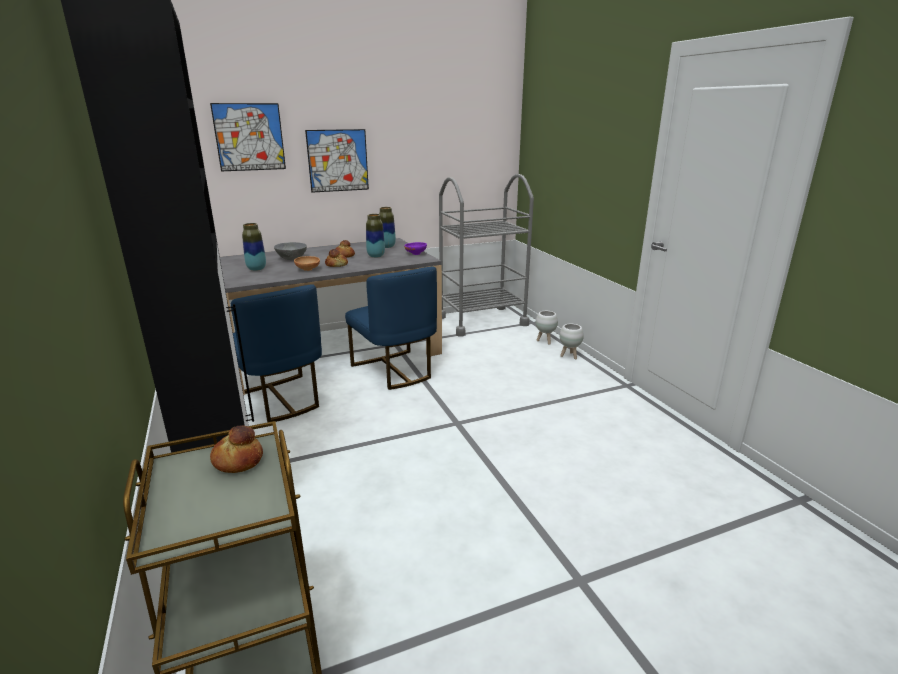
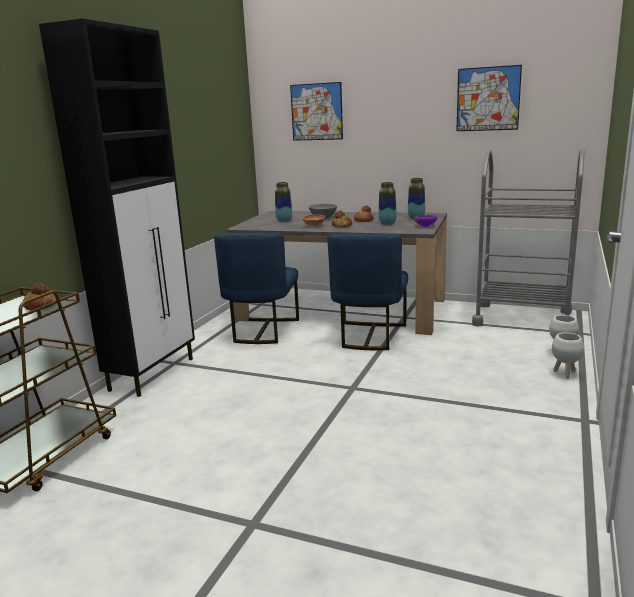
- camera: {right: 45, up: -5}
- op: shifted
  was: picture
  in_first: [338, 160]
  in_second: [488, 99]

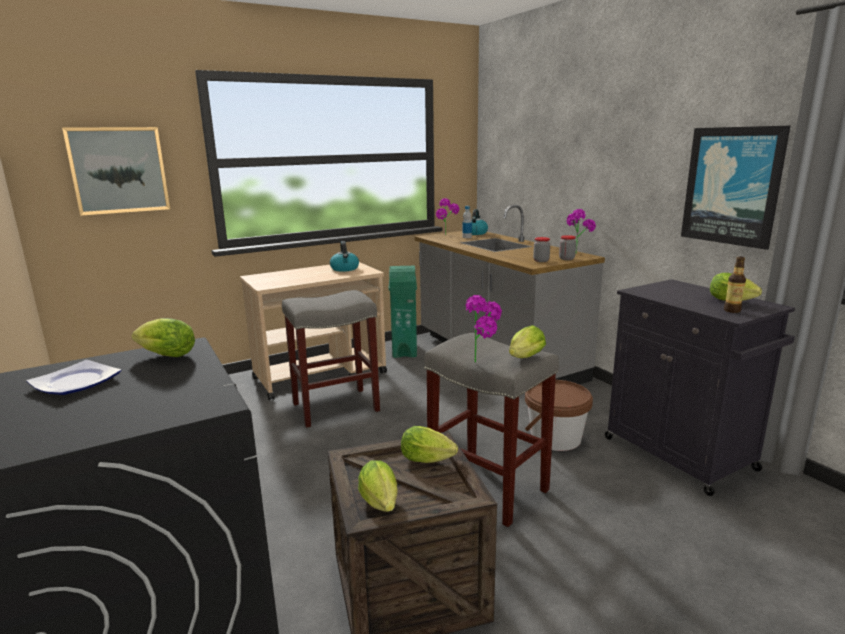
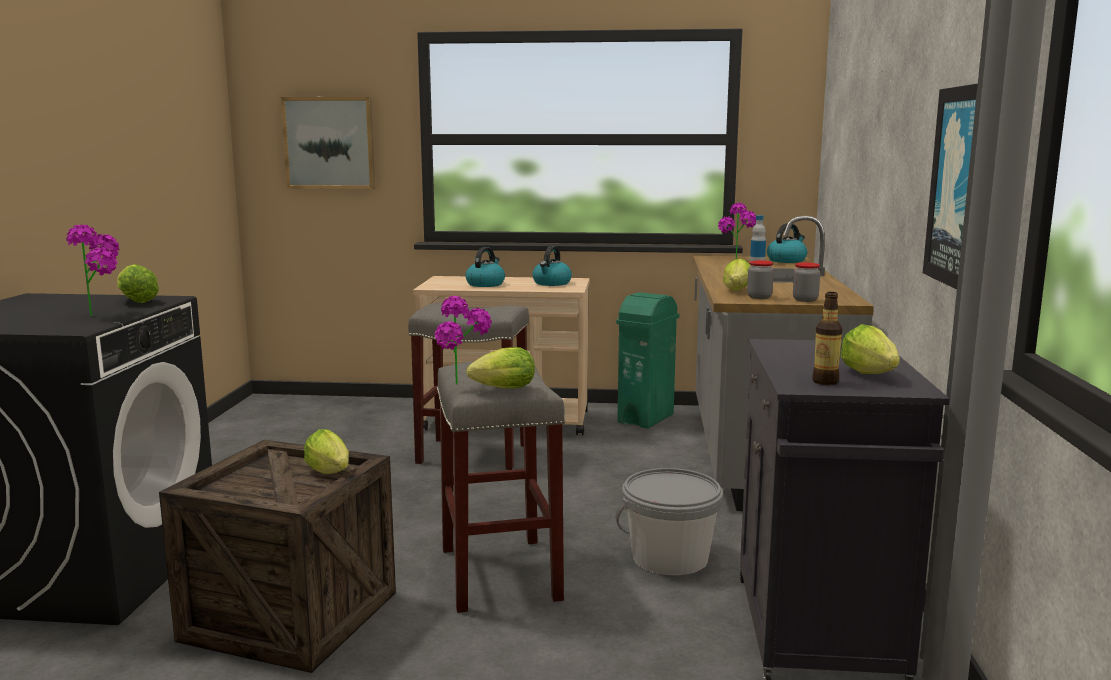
- camera: {right: 35, up: -5}
- op: gone
  was: plate
  in_first: [76, 383]
- op: new
  now: kettle
  in_second: [485, 284]
- op: shifted
  was: lettuce
  in_first: [381, 505]
  in_second: [737, 291]
- op: shifted
  was: potted plant
  in_first: [577, 252]
  in_second: [104, 314]
- op: repainted
  was: brown bucket
  now: grey bucket
  in_first: [555, 438]
  in_second: [669, 557]

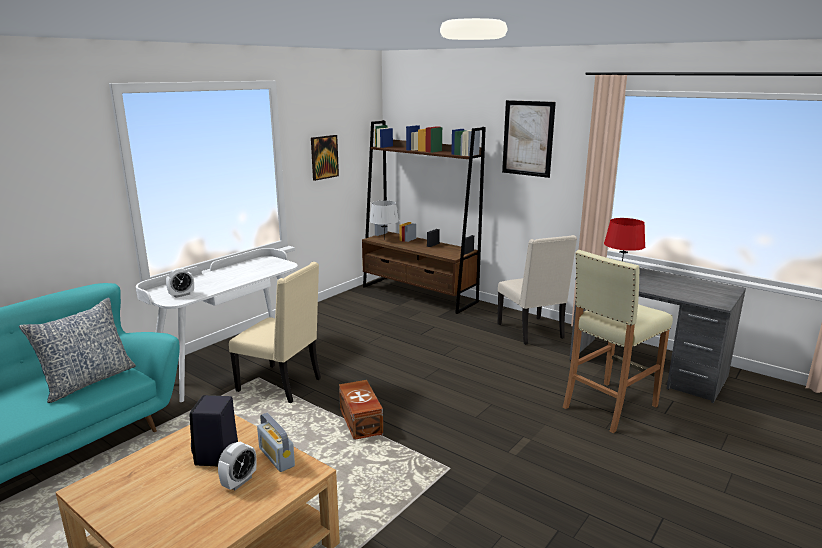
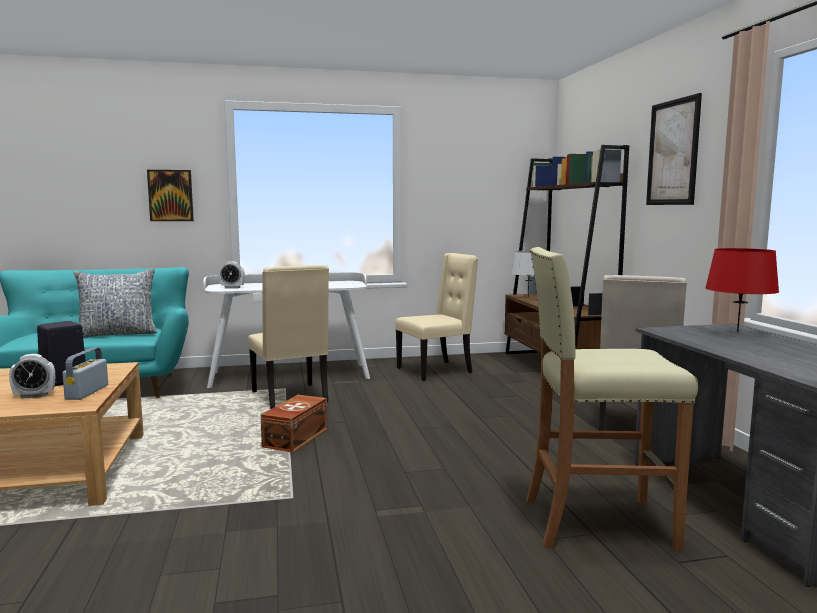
- camera: {right: 40, up: -10}
- op: new
  now: beige chair
  in_second: [436, 370]
- op: shifted
  was: picture
  in_first: [324, 157]
  in_second: [170, 195]

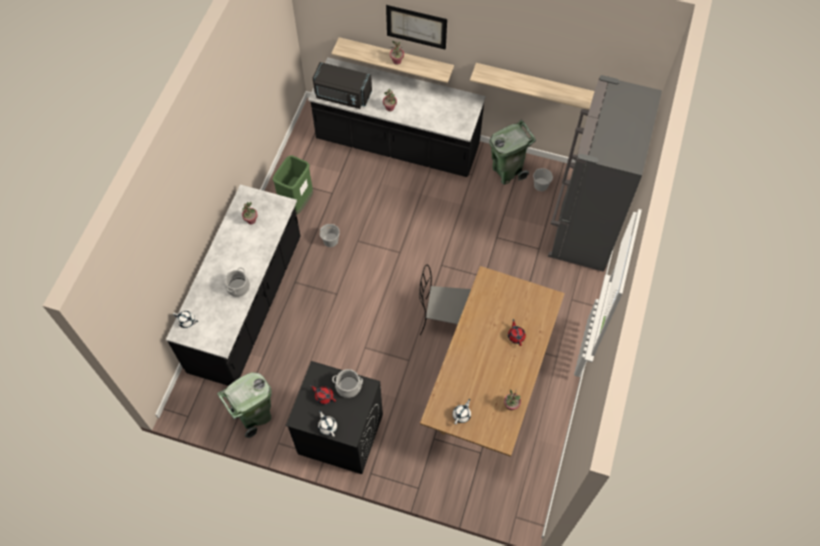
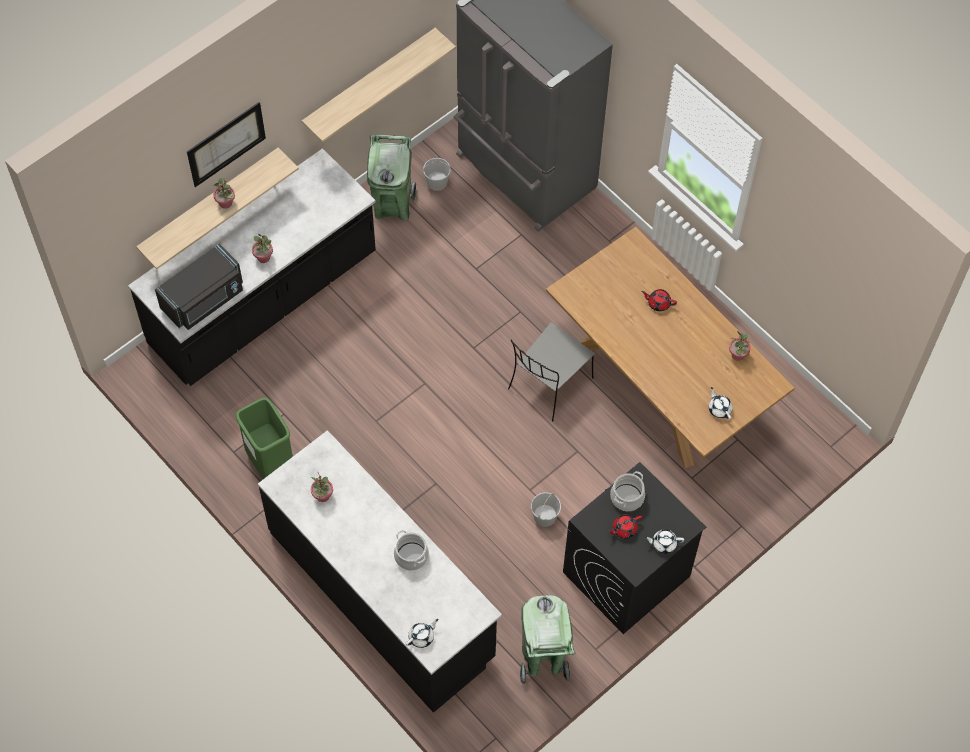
- camera: {right: -60, up: 0}
- op: shifted
  was: white bucket
  in_first: [330, 240]
  in_second: [545, 516]

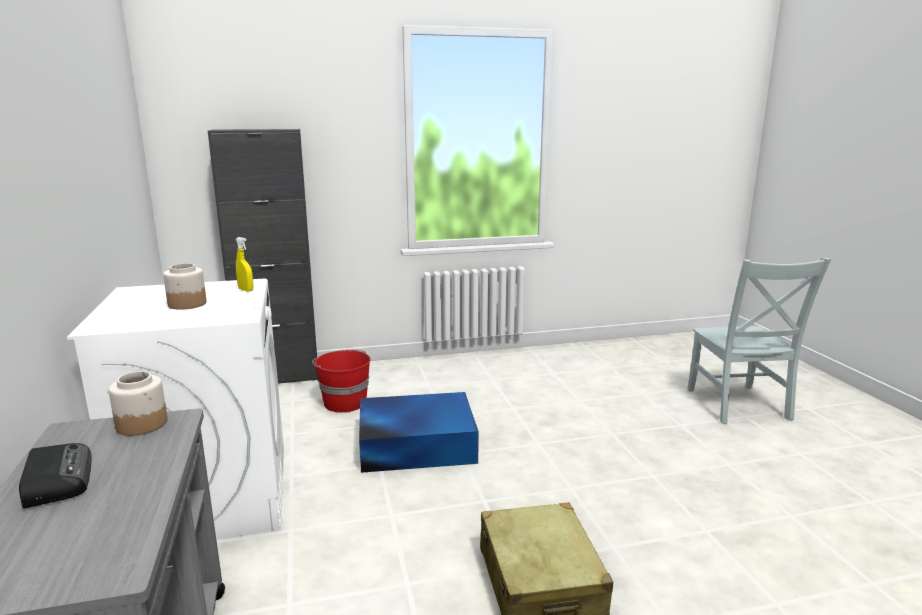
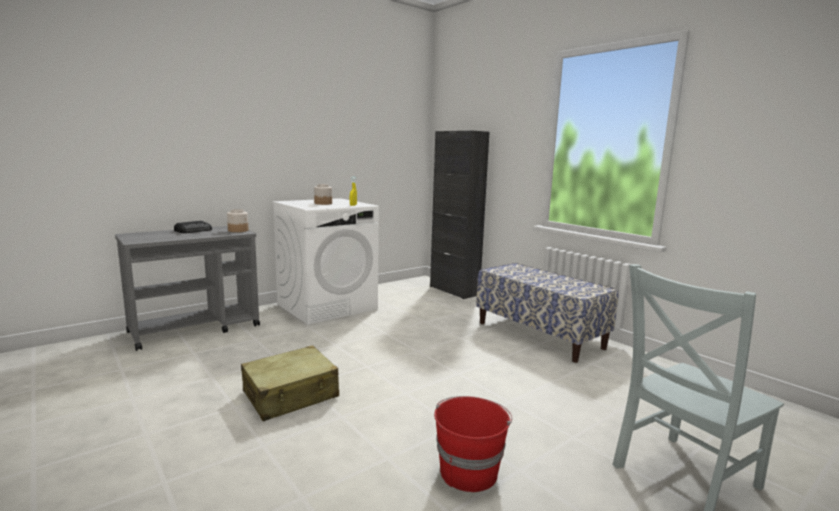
- camera: {right: 65, up: -5}
- op: gone
  was: blue storage box
  in_first: [415, 444]
- op: new
  now: bench
  in_second: [539, 335]
- op: shifted
  was: red bucket
  in_first: [344, 402]
  in_second: [468, 471]

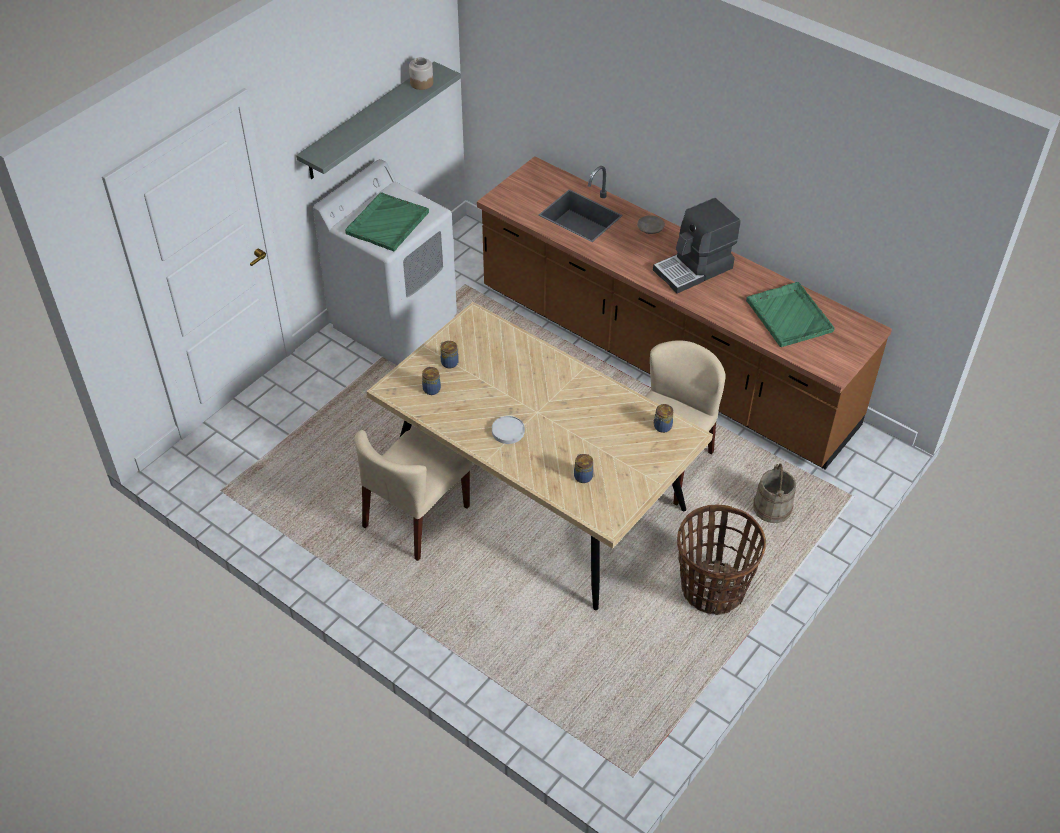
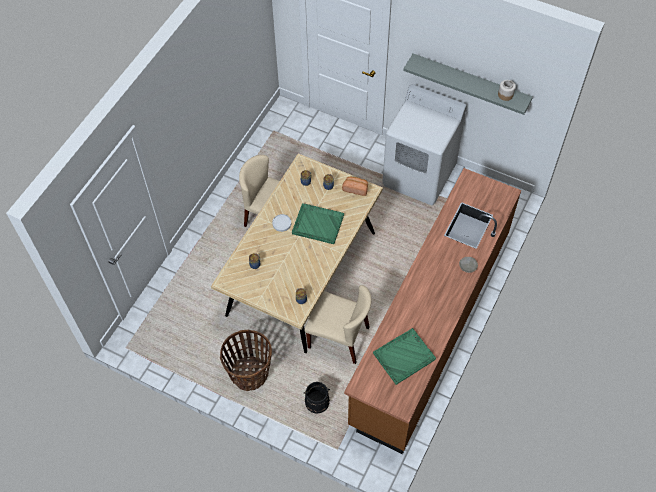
- camera: {right: 80, up: 10}
- op: gone
  was: coffee machine
  in_first: [694, 269]
- op: new
  now: bread
  in_second: [355, 188]
- op: shifted
  was: green tray
  in_first: [387, 223]
  in_second: [317, 224]
- op: repainted
  was: beige bucket
  now: black bucket
  in_first: [772, 508]
  in_second: [317, 402]

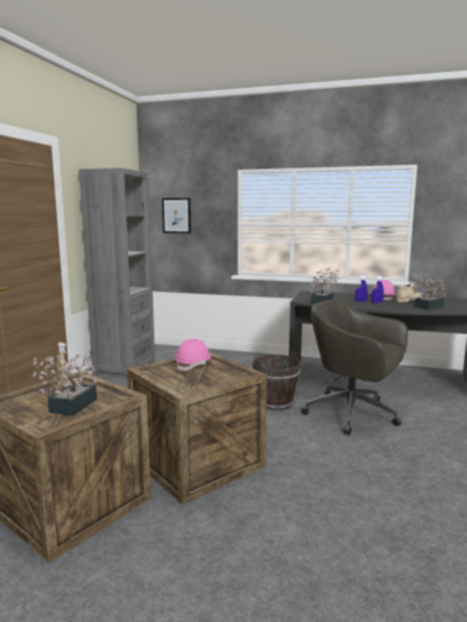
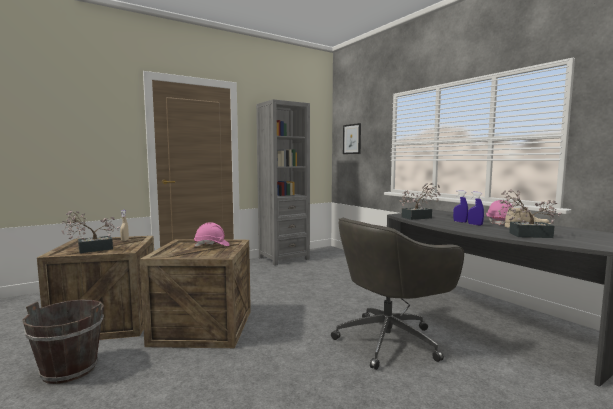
- camera: {right: 40, up: -5}
- op: shifted
  was: brown bucket
  in_first: [275, 403]
  in_second: [70, 370]
- op: rotated
  was: grey office chair
  in_first: [353, 414]
  in_second: [390, 340]
  clockwise: -105

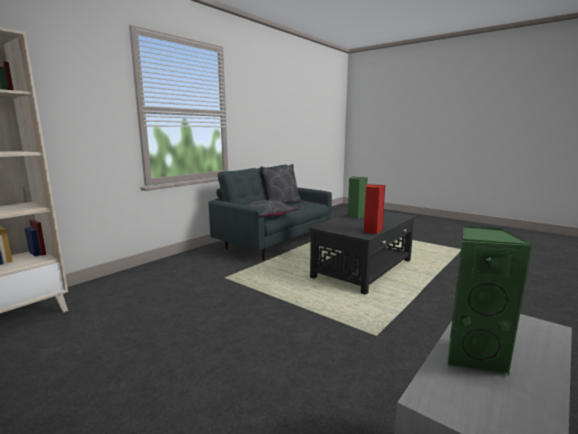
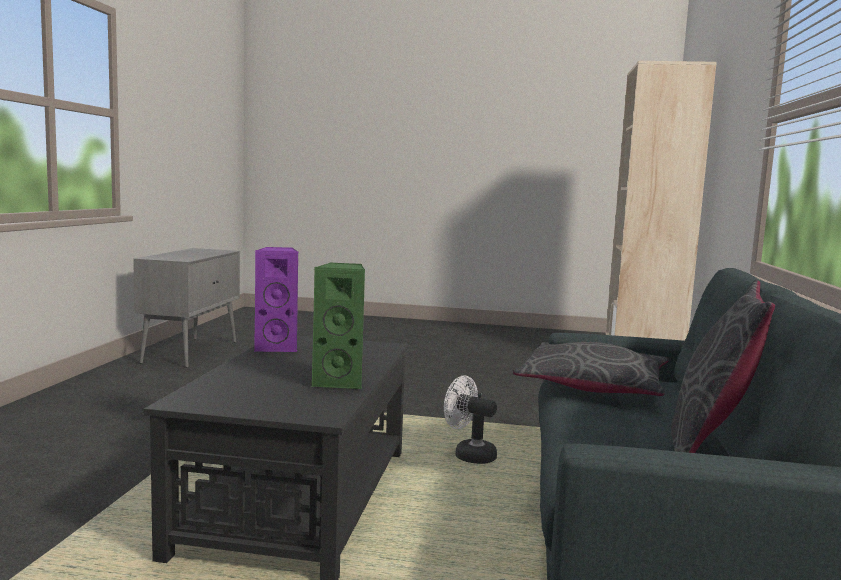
- camera: {right: 150, up: -5}
- op: gone
  was: green speaker
  in_first: [473, 356]
- op: new
  now: white fan
  in_second: [469, 455]
- op: repainted
  was: red speaker
  now: purple speaker
  in_first: [371, 231]
  in_second: [277, 347]

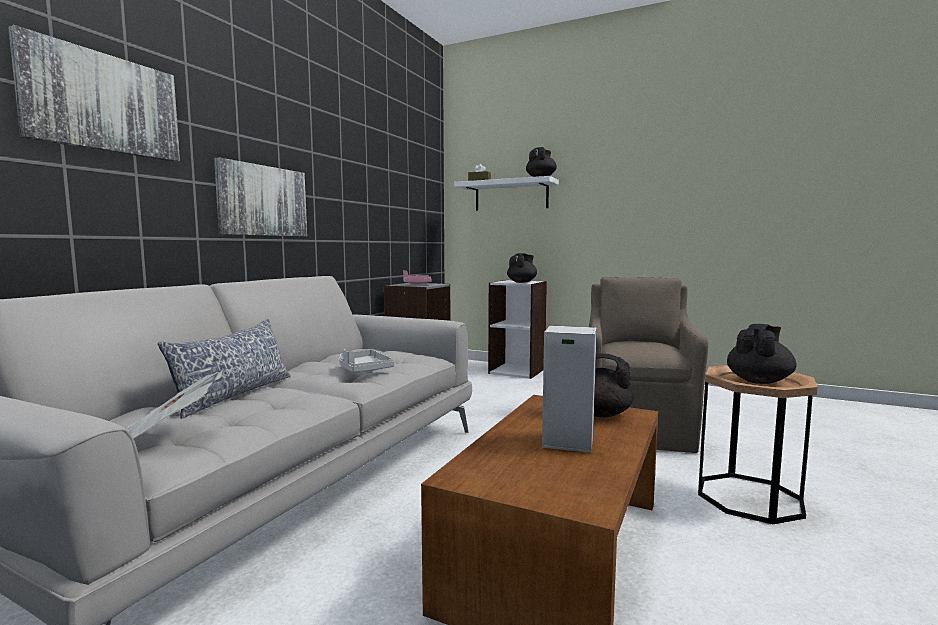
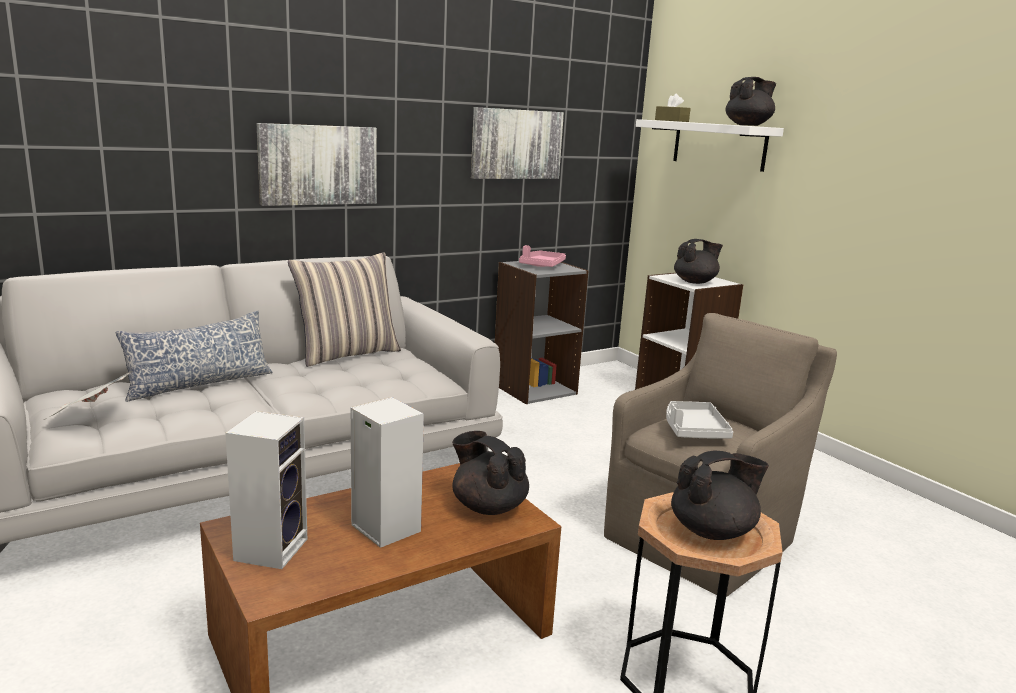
- camera: {right: 30, up: 10}
- op: new
  now: speaker
  in_second: [271, 548]
- op: new
  now: pillow
  in_second: [347, 354]
- op: shifted
  was: picture
  in_first: [102, 103]
  in_second: [516, 144]
- op: shifted
  was: grey tray
  in_first: [363, 369]
  in_second: [693, 430]

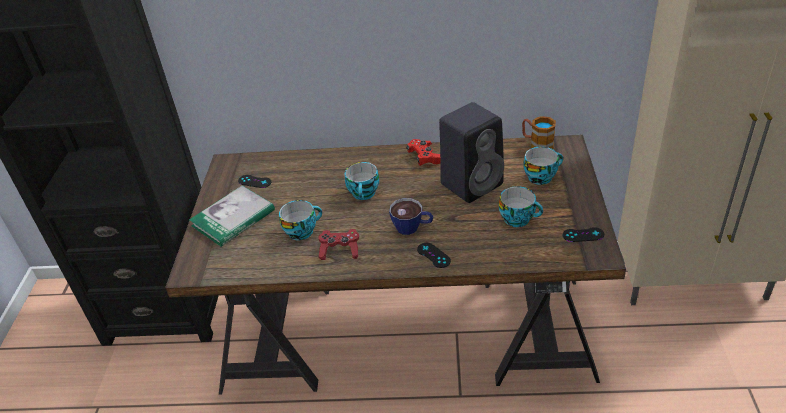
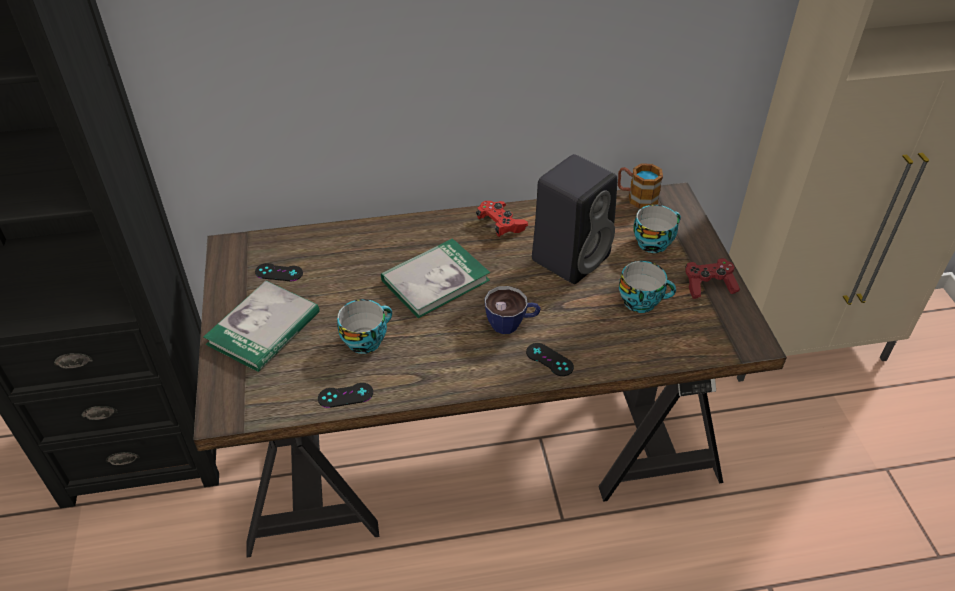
- camera: {right: -15, up: 5}
- op: shifted
  was: red game controller
  in_first: [340, 250]
  in_second: [708, 285]
- op: shifted
  was: black game controller
  in_first: [583, 235]
  in_second: [345, 395]
- op: swapped
  was: cup
  now: book
  in_first: [364, 194]
  in_second: [435, 280]

